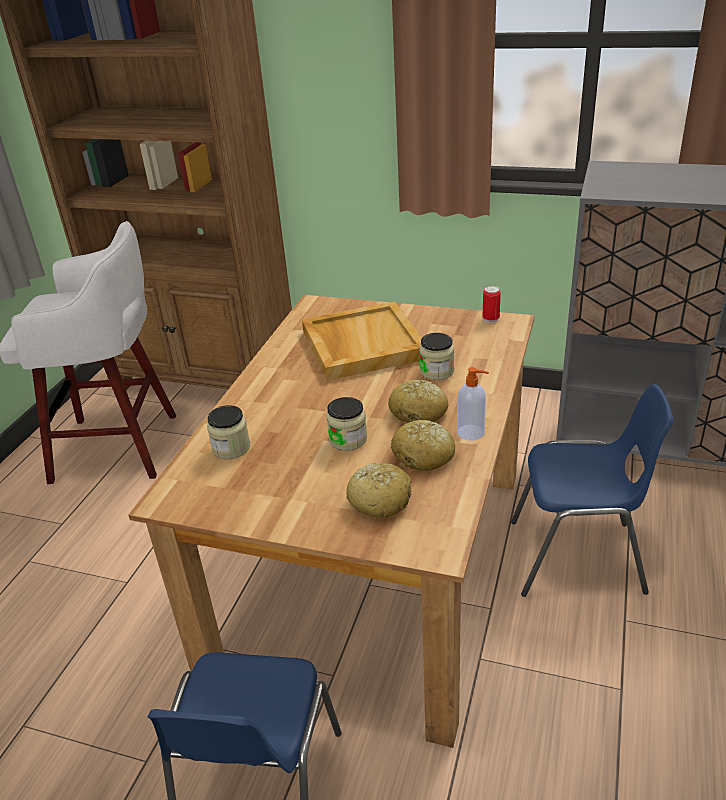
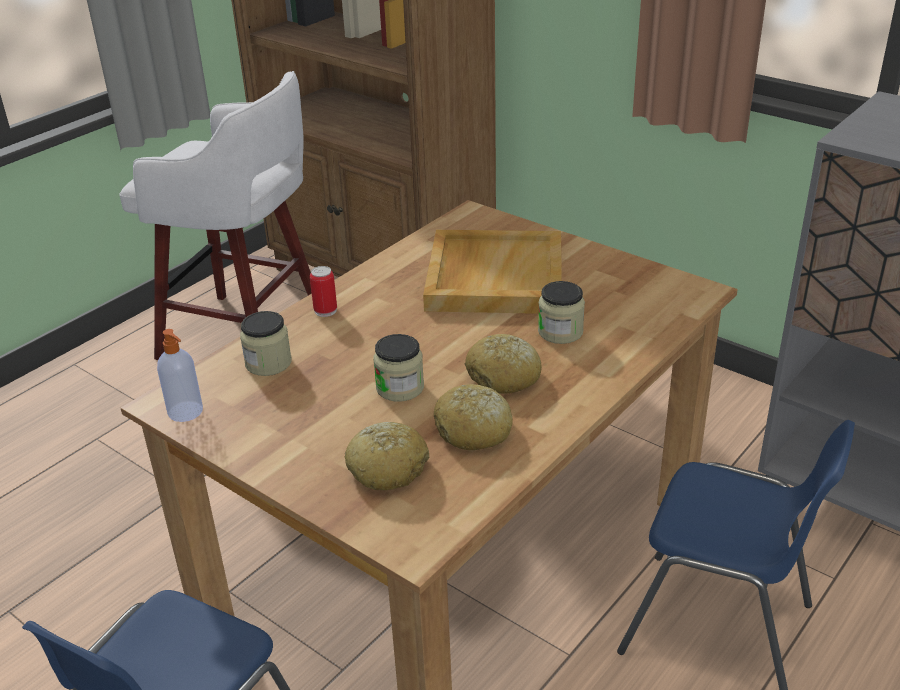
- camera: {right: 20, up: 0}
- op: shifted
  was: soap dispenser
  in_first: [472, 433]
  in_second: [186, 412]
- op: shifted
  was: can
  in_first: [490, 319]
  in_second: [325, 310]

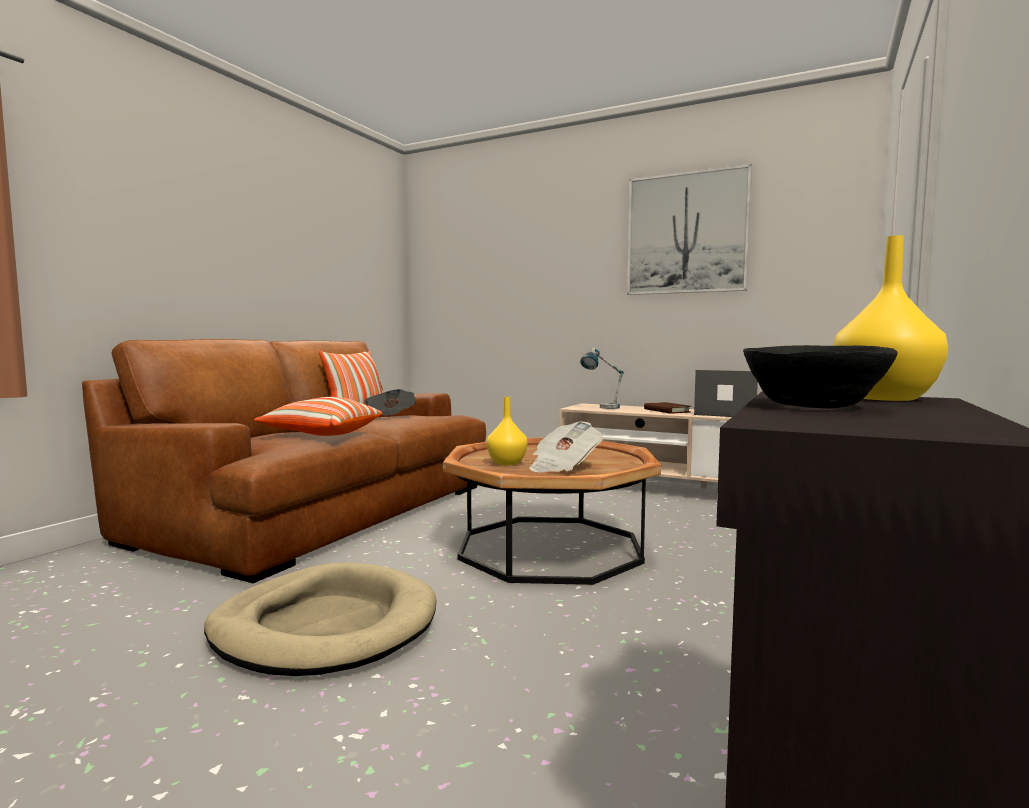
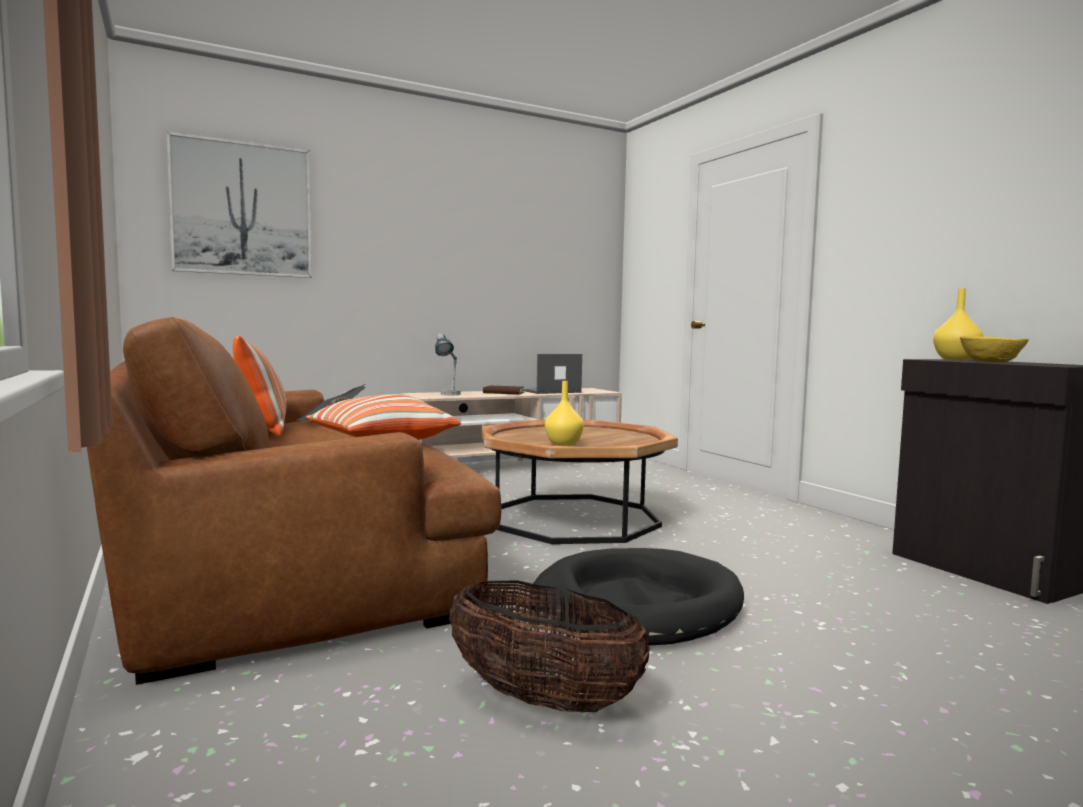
- camera: {right: -55, up: 0}
- op: gone
  was: newspaper
  in_first: [563, 467]
- op: new
  now: basket
  in_second: [542, 699]
- op: shifted
  was: picture
  in_first: [686, 233]
  in_second: [242, 209]
- op: repainted
  was: beige dog bed
  now: black dog bed
  in_first: [325, 626]
  in_second: [635, 605]
- op: repainted
  was: black bowl
  now: yellow bowl
  in_first: [811, 406]
  in_second: [991, 362]

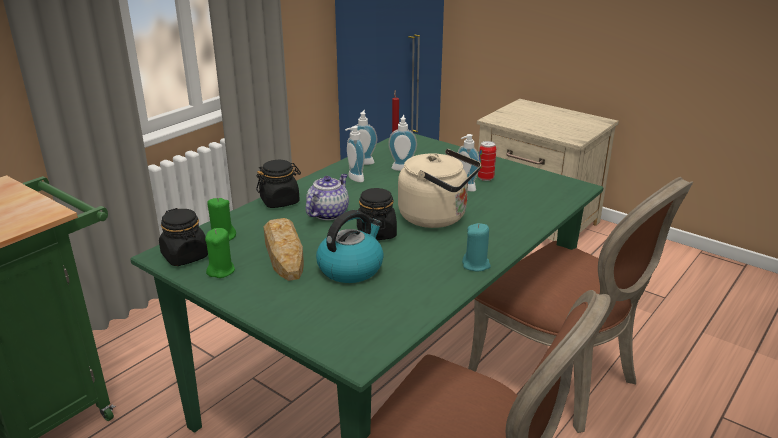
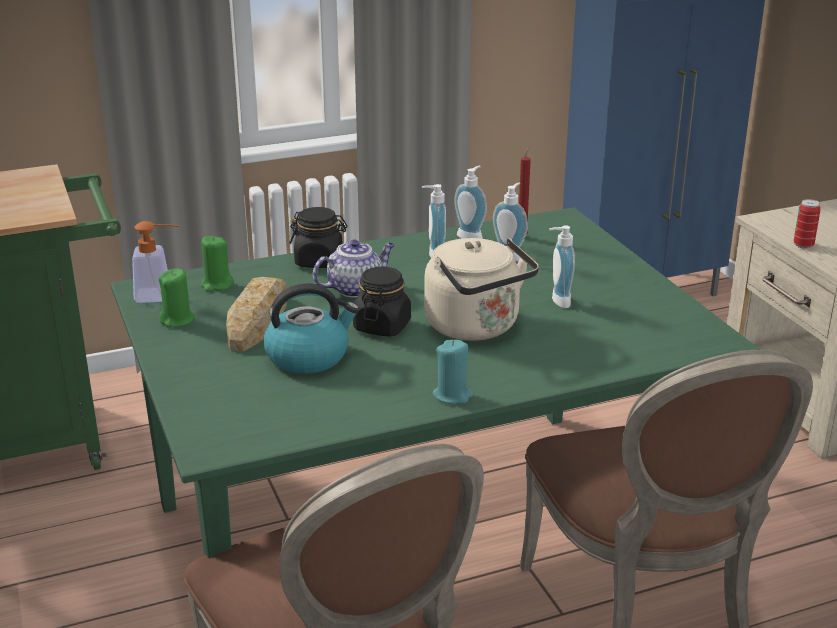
- camera: {right: 30, up: 0}
- op: shifted
  was: can
  in_first: [485, 178]
  in_second: [803, 245]
- op: swapped
  was: black jar
  now: soap dispenser
  in_first: [185, 256]
  in_second: [160, 295]

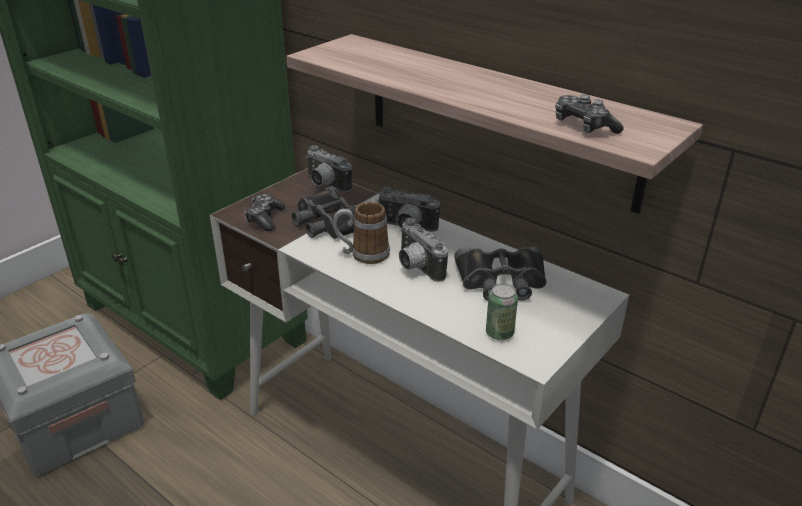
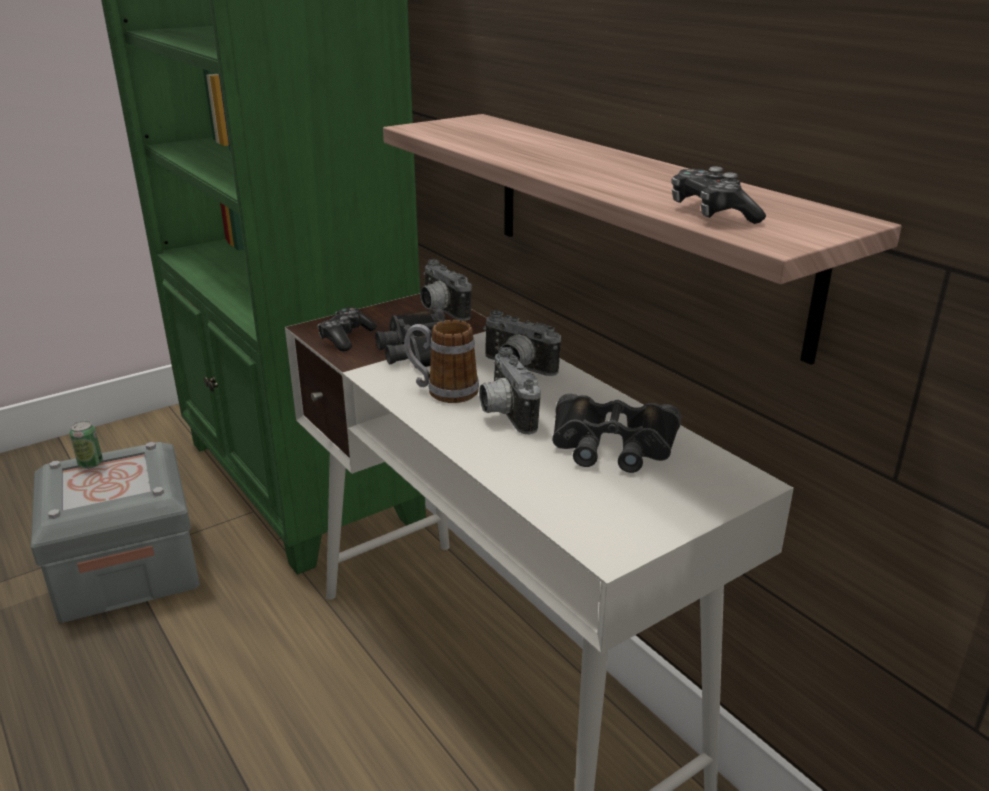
- camera: {right: 15, up: -5}
- op: shifted
  was: can
  in_first: [499, 333]
  in_second: [90, 464]

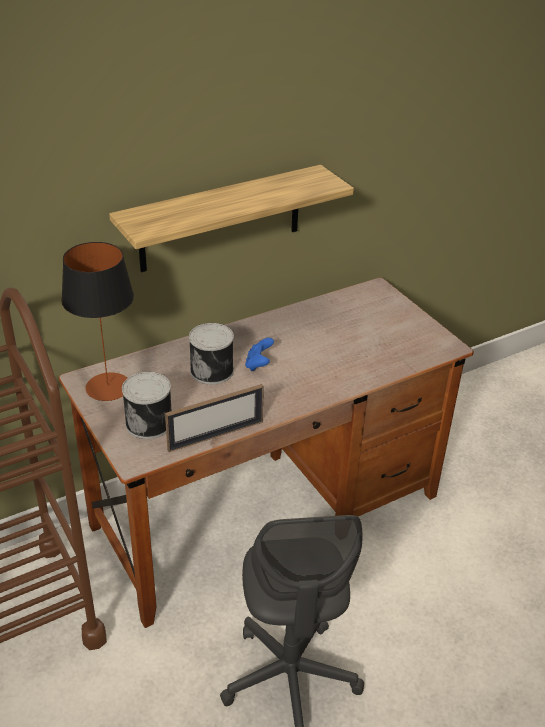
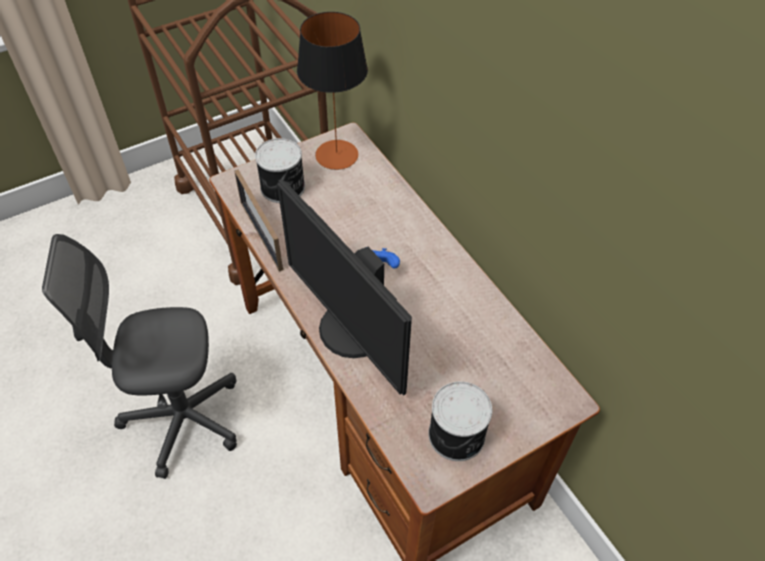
- camera: {right: 90, up: 15}
- op: gone
  was: shelf
  in_first: [221, 219]
- op: new
  now: monitor
  in_second: [350, 330]
- op: shifted
  was: can
  in_first: [213, 370]
  in_second: [458, 435]

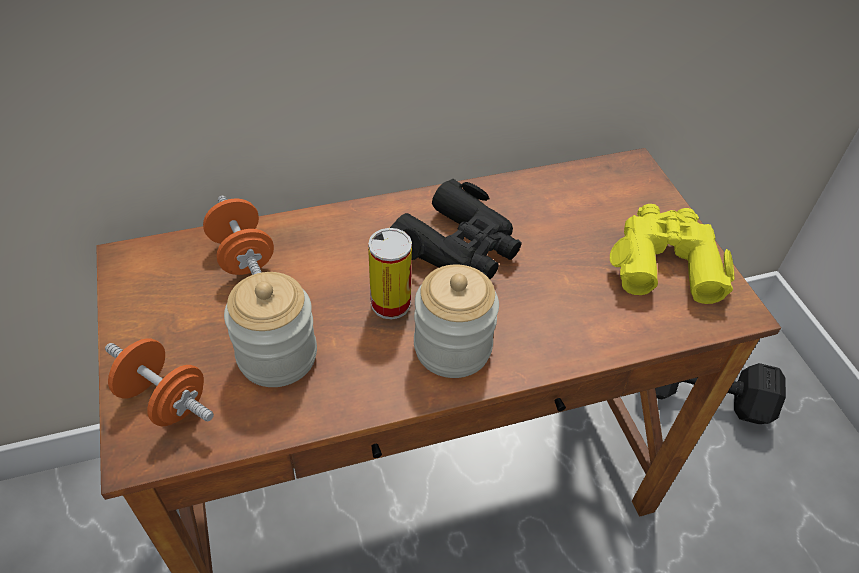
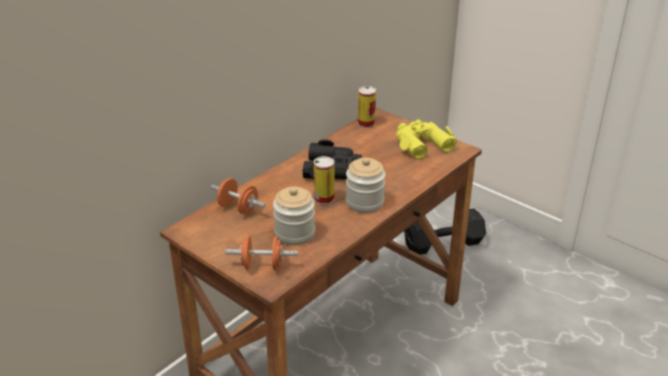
- camera: {right: -30, up: -15}
- op: new
  now: can
  in_second: [366, 124]

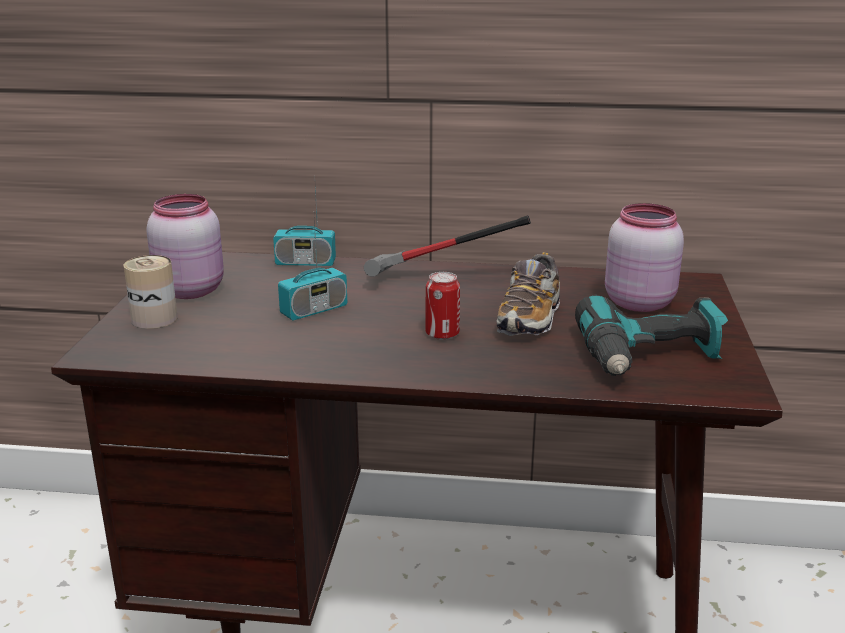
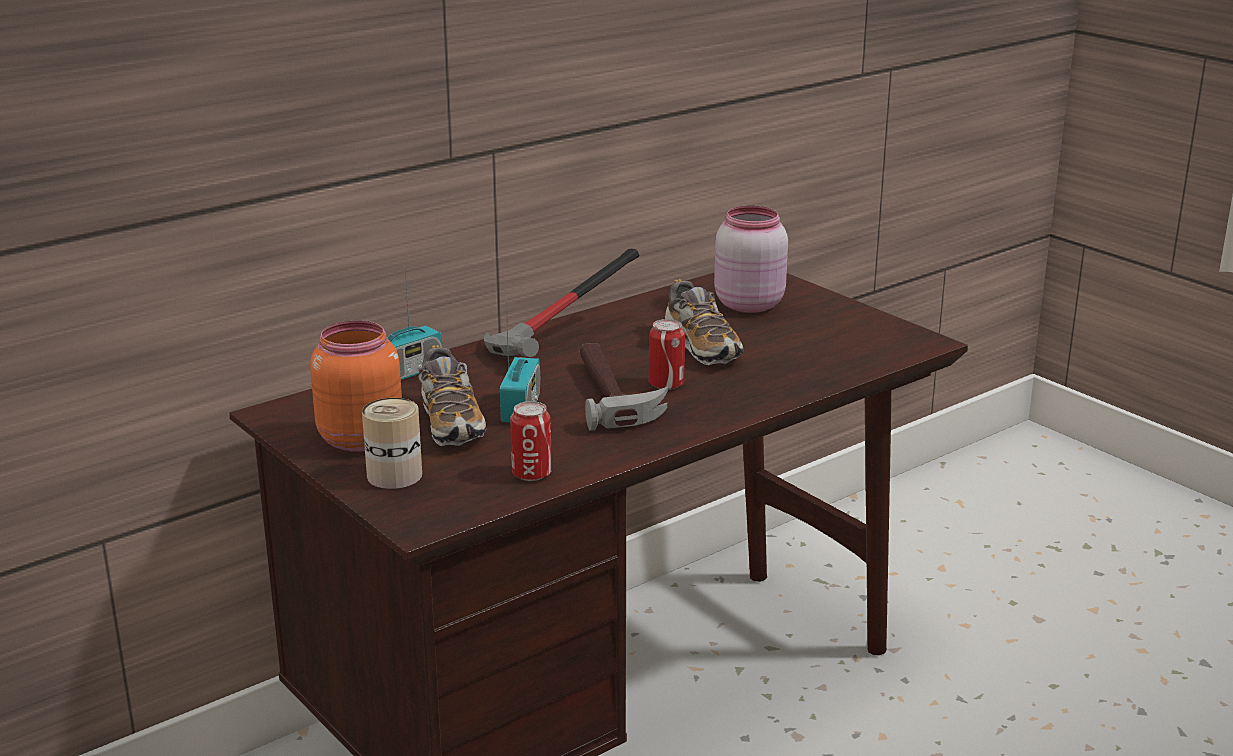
- camera: {right: -45, up: 0}
- op: gone
  was: power drill
  in_first: [650, 357]
- op: new
  now: shoe
  in_second: [451, 423]
- op: new
  now: can
  in_second: [531, 474]
- op: new
  now: hammer
  in_second: [614, 396]
- op: repainted
  was: pink jar
  now: orange jar
  in_first: [190, 290]
  in_second: [358, 439]

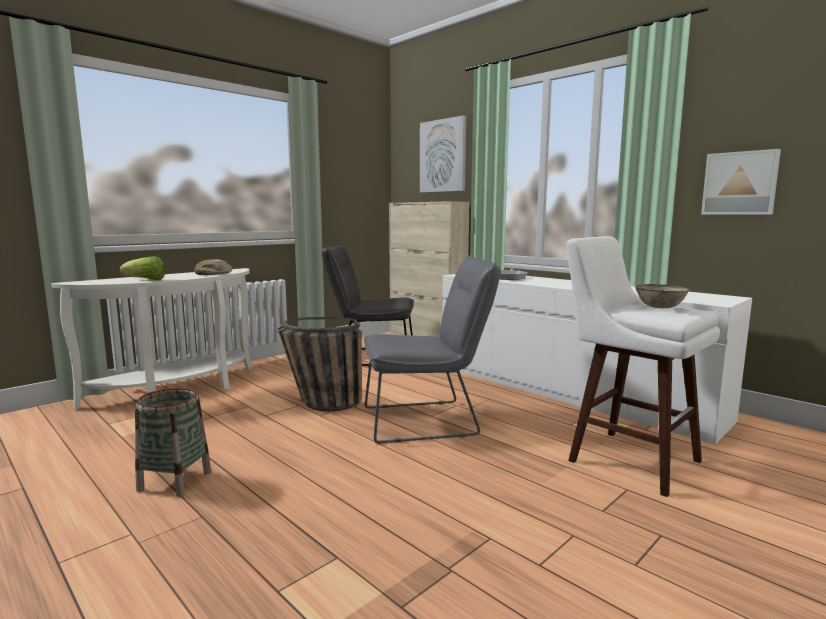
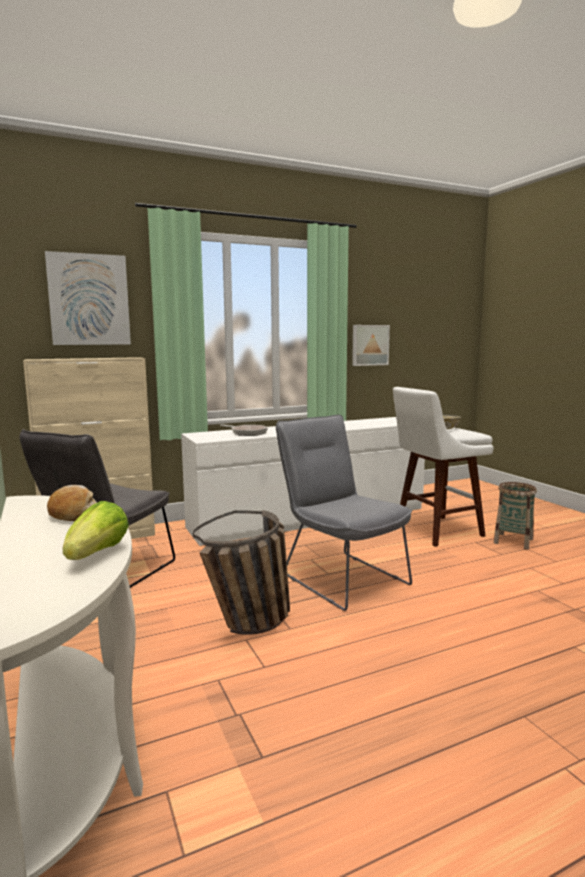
- camera: {right: -70, up: 0}
- op: shifted
  was: basket
  in_first: [175, 481]
  in_second: [513, 541]
- op: rotated
  was: grey chair
  in_first: [428, 420]
  in_second: [339, 576]
  clockwise: -45

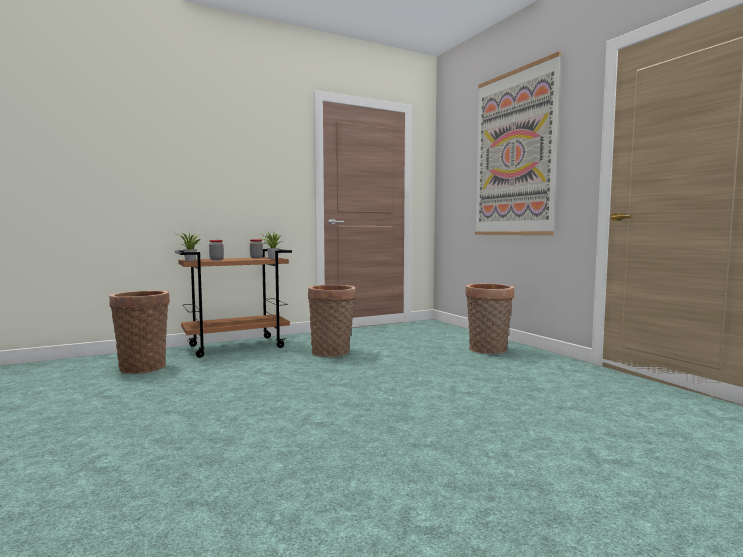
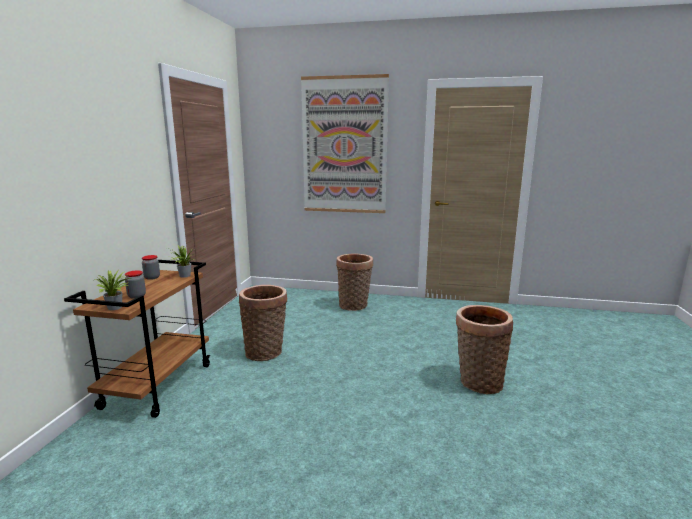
- camera: {right: -50, up: 10}
- op: shifted
  was: basket
  in_first: [143, 366]
  in_second: [478, 382]

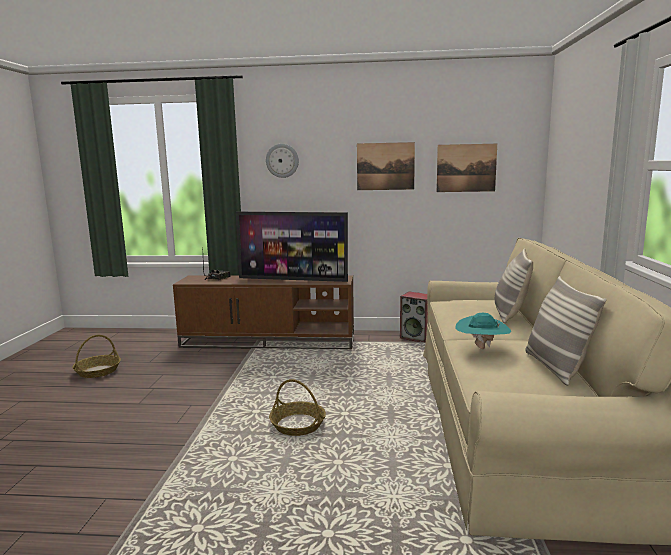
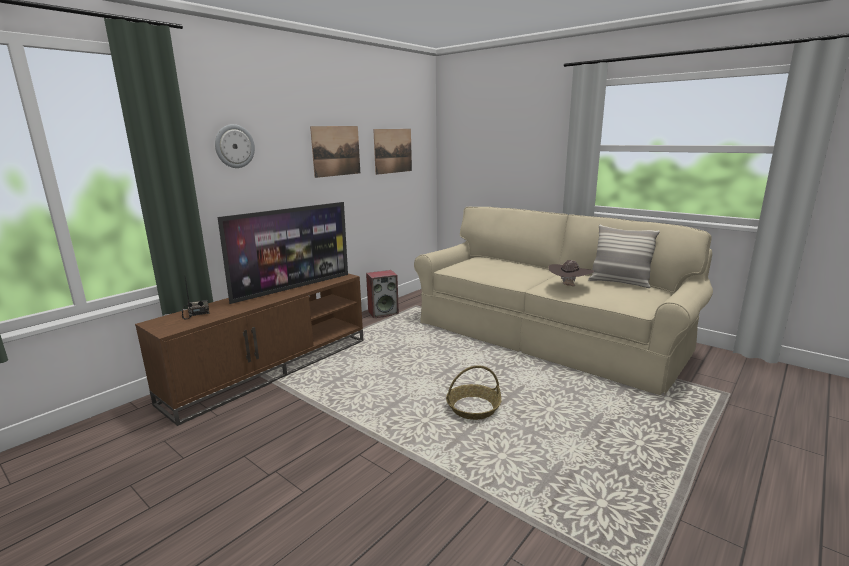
- camera: {right: -55, up: 5}
- op: gone
  was: basket
  in_first: [98, 371]
- op: gone
  was: pillow
  in_first: [510, 315]
- op: repainted
  was: turquoise hat
  now: brown hat
  in_first: [481, 348]
  in_second: [569, 286]

